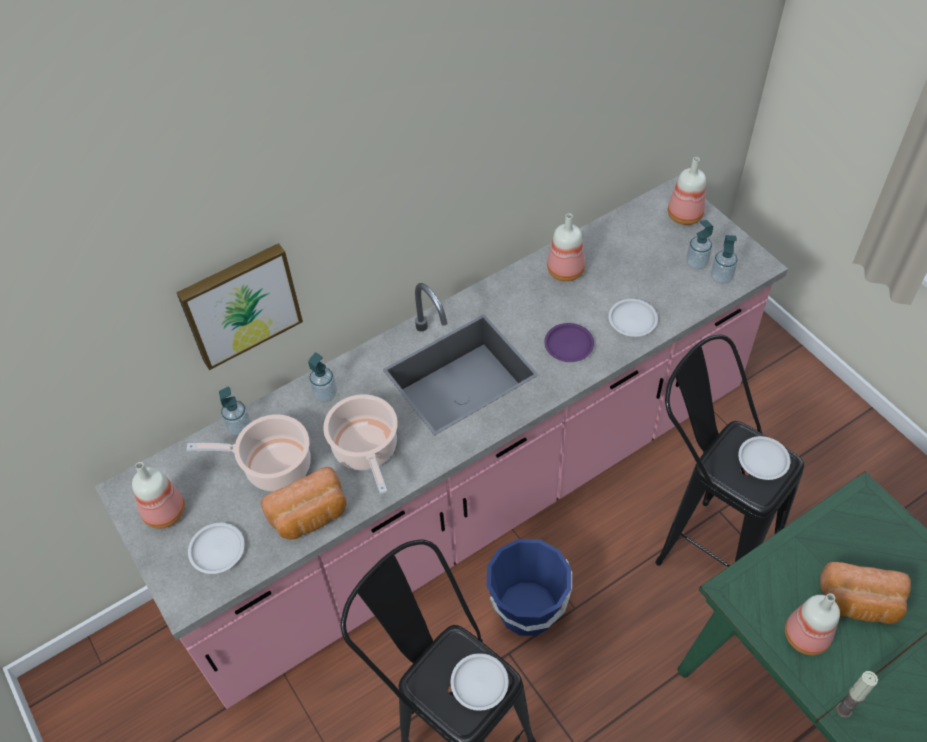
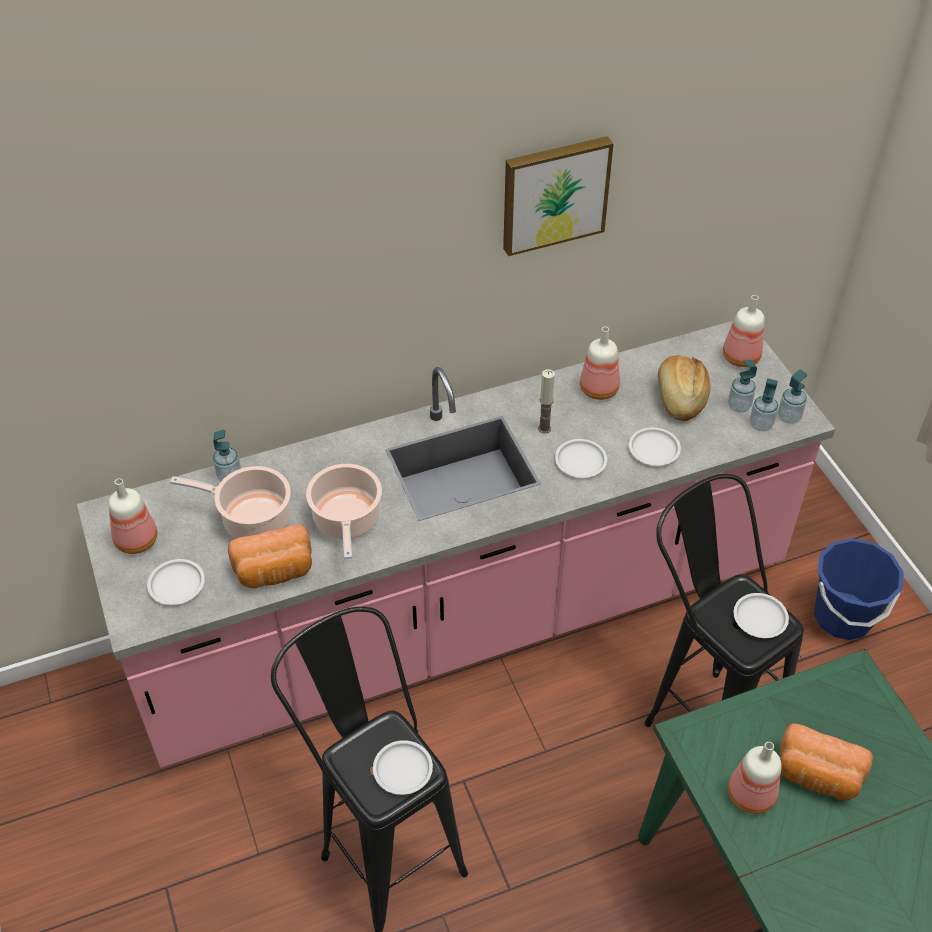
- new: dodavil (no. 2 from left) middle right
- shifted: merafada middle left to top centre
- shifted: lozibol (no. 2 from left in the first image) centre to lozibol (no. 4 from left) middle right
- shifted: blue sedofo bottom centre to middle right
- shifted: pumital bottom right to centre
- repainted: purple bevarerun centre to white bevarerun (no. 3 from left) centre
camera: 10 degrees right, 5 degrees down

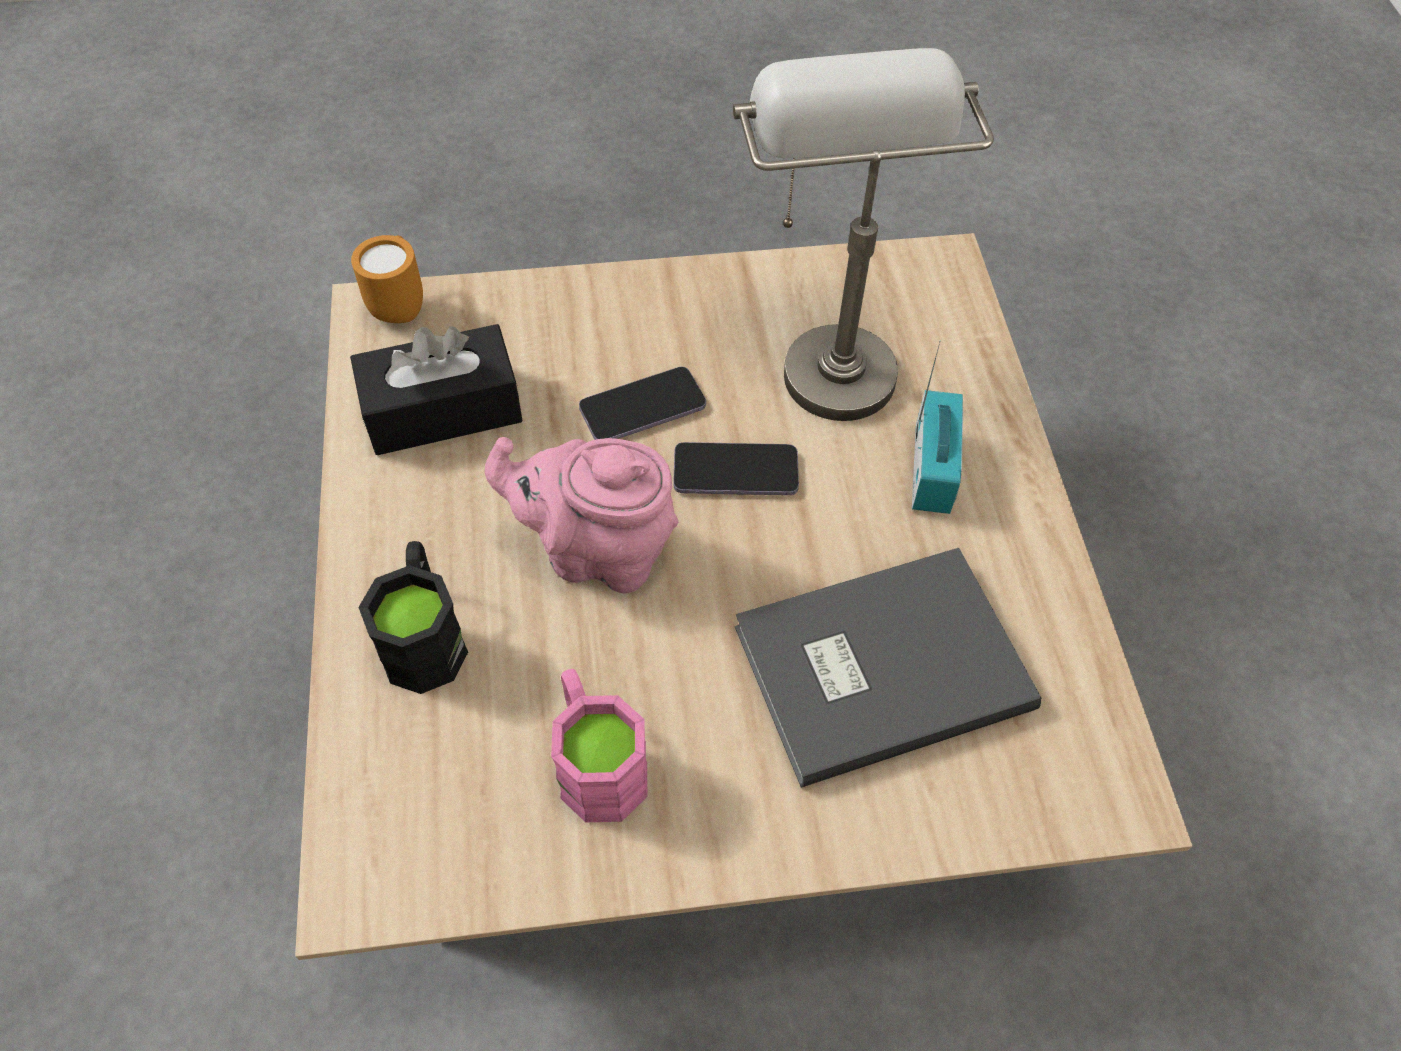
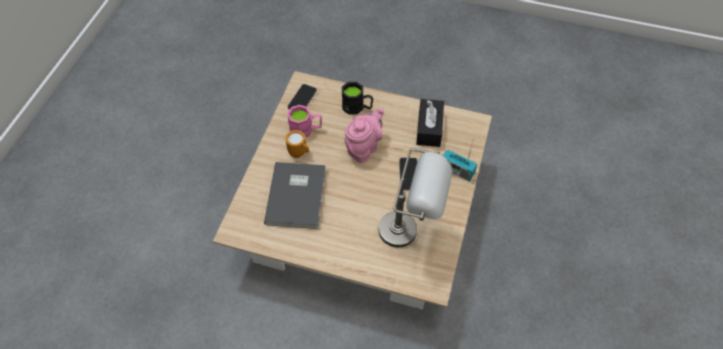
- shifted: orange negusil top left to centre
- shifted: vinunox (no. 2 from left in the first image) centre to vinunox (no. 1 from left) top centre
- shifted: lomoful middle right to centre
camera: 115 degrees right, 0 degrees up

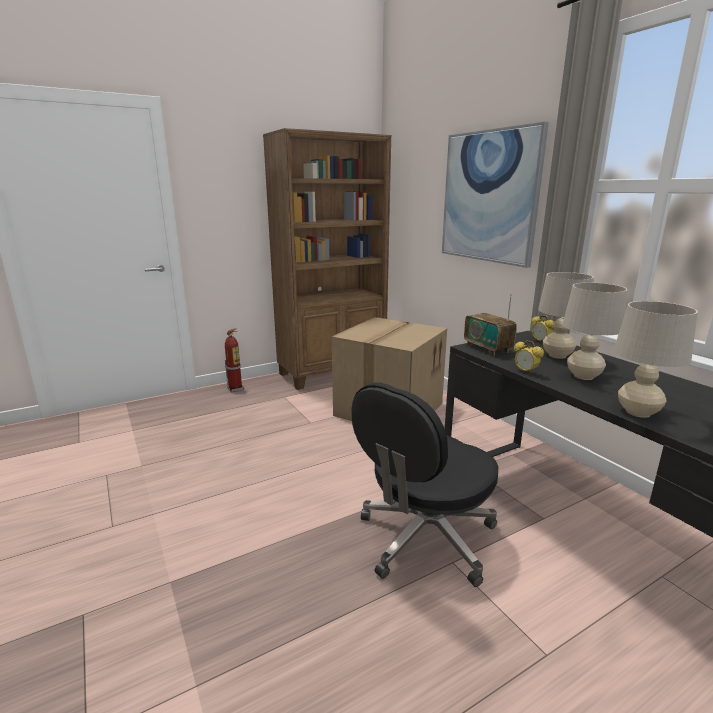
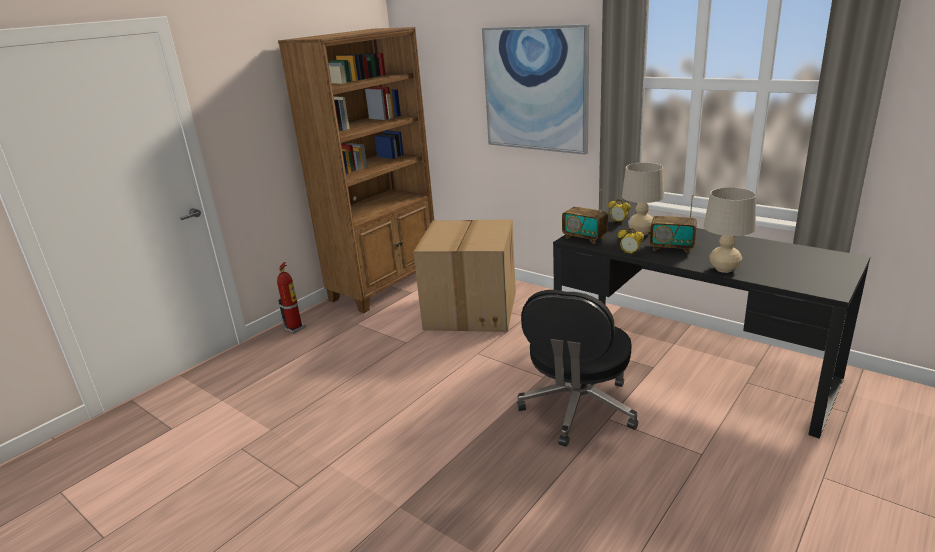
- swapped: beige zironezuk (no. 2 from left) middle right to lomoful (no. 2 from left) middle right
camera: 20 degrees left, 5 degrees up

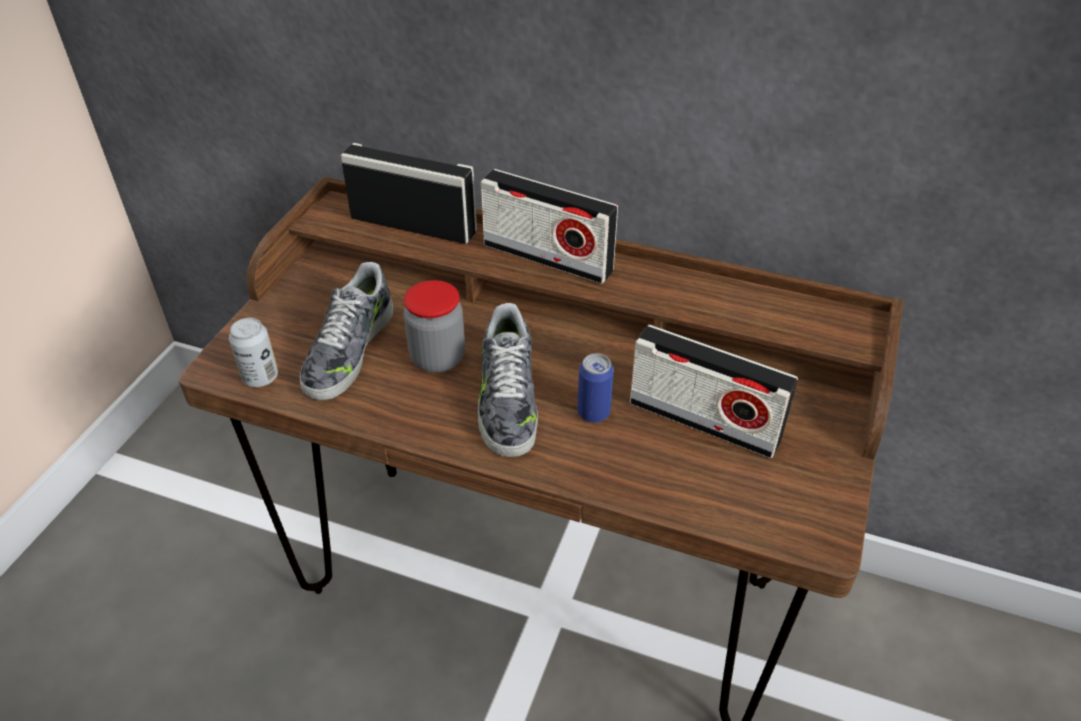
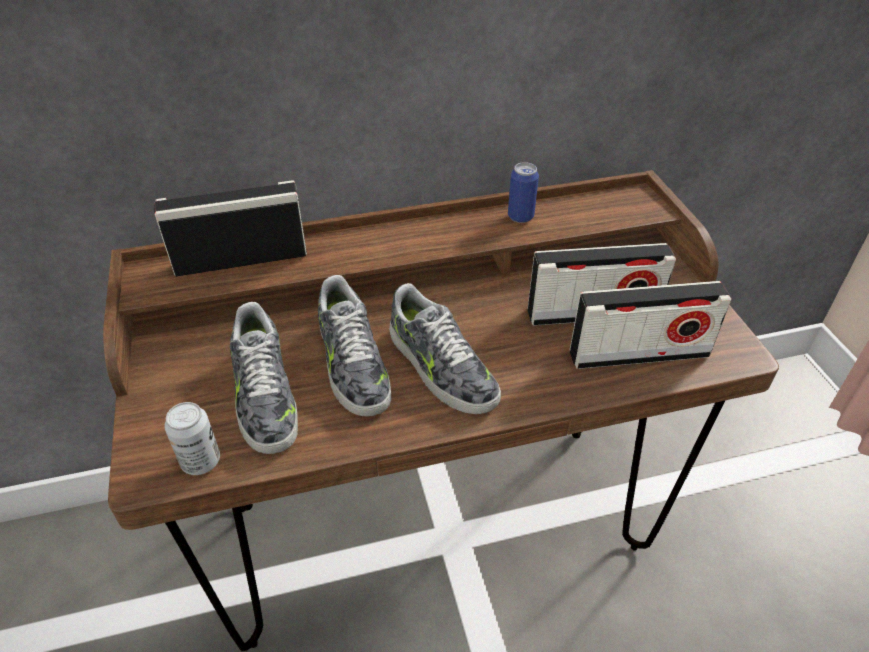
- shifted: lomoful (no. 2 from left in the first image) top centre to lomoful (no. 3 from left) middle right
- shifted: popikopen (no. 2 from left) centre to top centre
- swapped: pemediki centre to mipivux (no. 2 from left) centre
camera: 35 degrees left, 0 degrees up

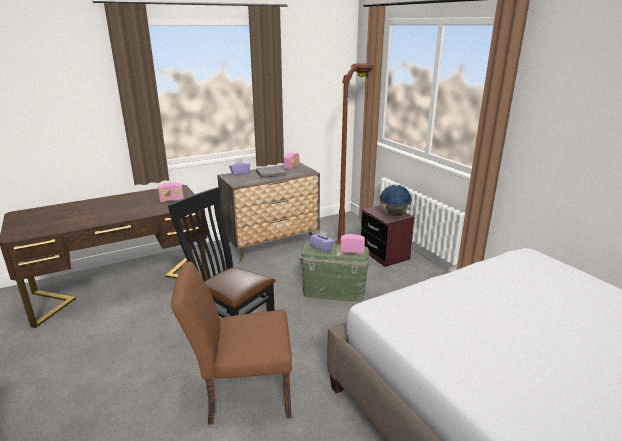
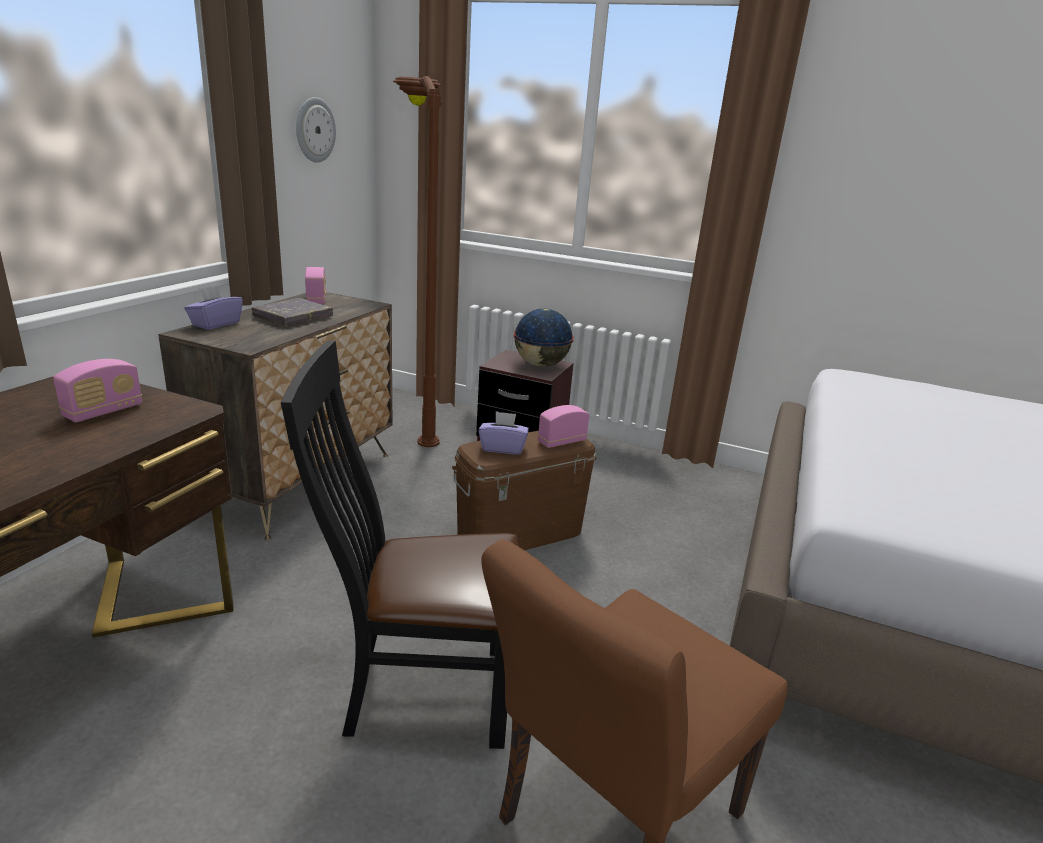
- new: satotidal top left
- repainted: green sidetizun centre to brown sidetizun centre
camera: 40 degrees left, 0 degrees up

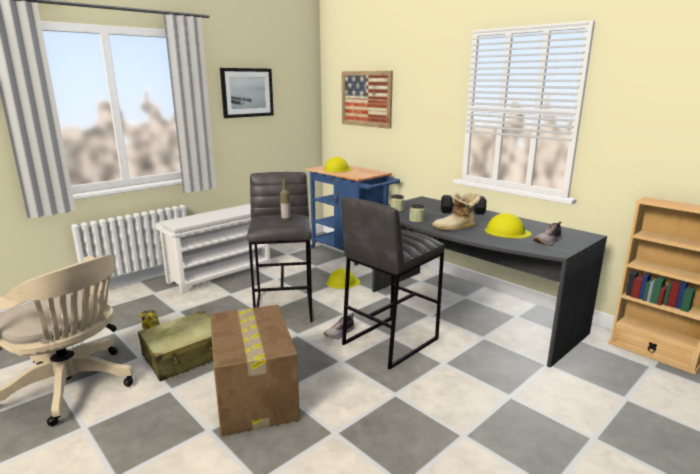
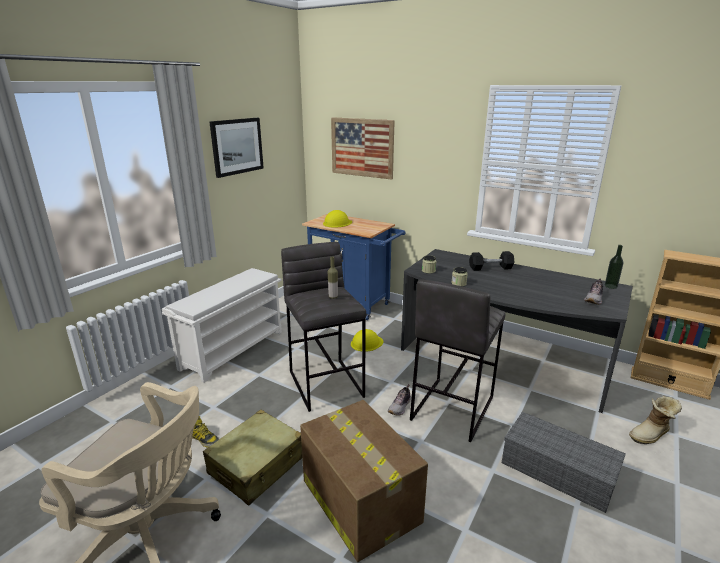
- gone: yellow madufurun (no. 3 from left) middle right
- new: grey sidetizun bottom right
- new: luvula (no. 2 from left) middle right
- shifted: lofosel (no. 2 from left) centre to bottom right
camera: 15 degrees left, 5 degrees up

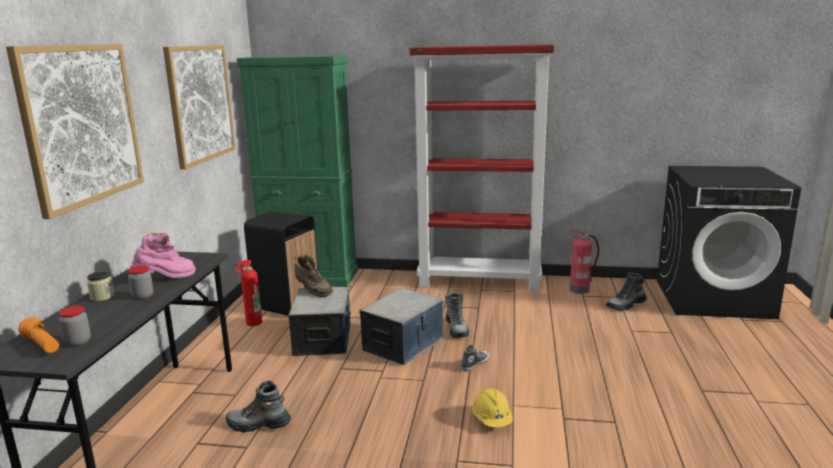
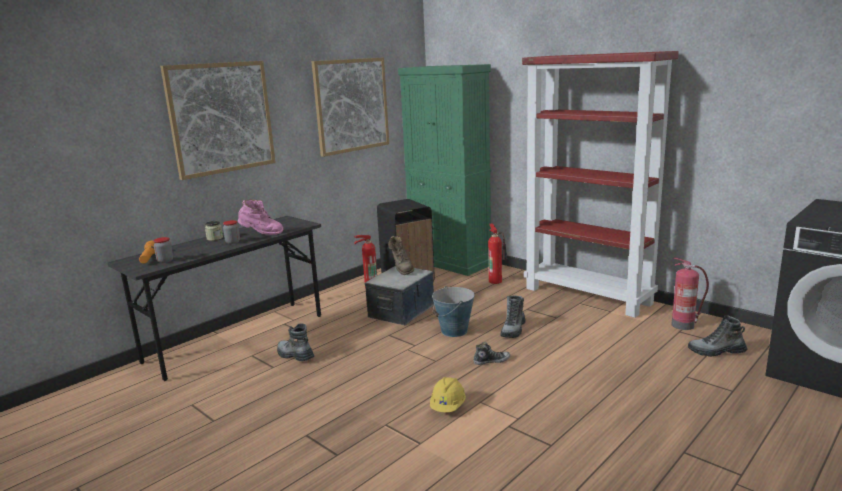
- new: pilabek (no. 2 from left) centre
- swapped: sidetizun (no. 2 from left) bottom centre to sedofo centre
camera: 35 degrees right, 0 degrees up

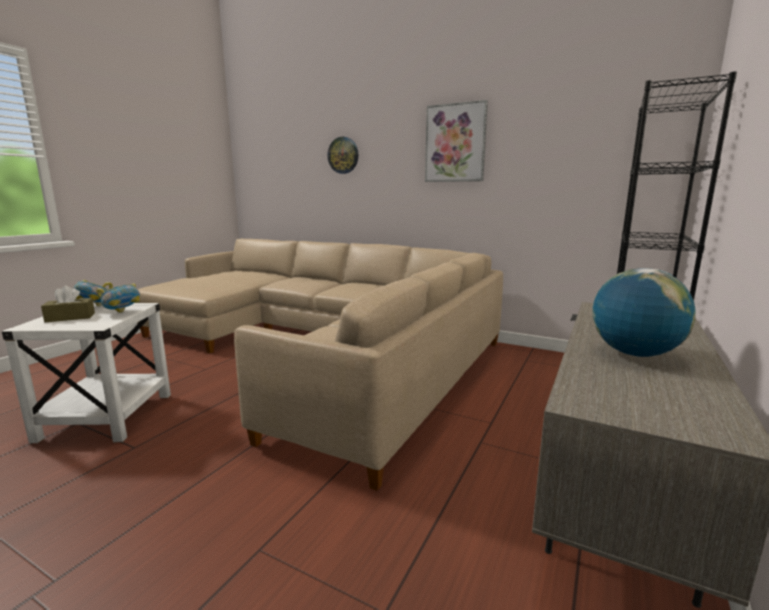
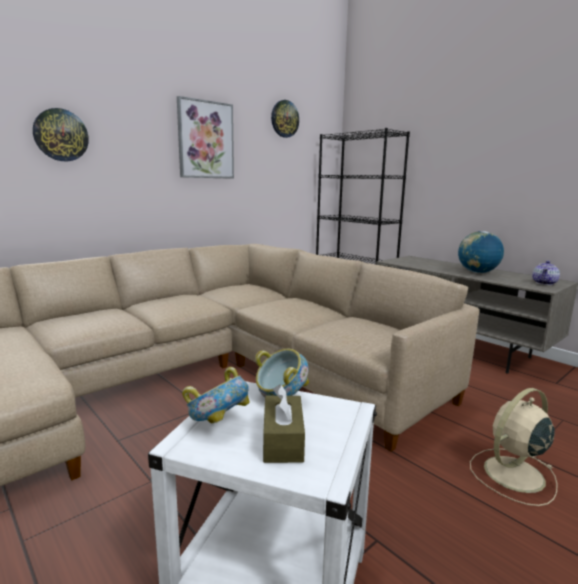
- new: satotidal (no. 2 from left) top centre
- new: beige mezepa bottom right
- new: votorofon middle right
camera: 70 degrees left, 0 degrees up

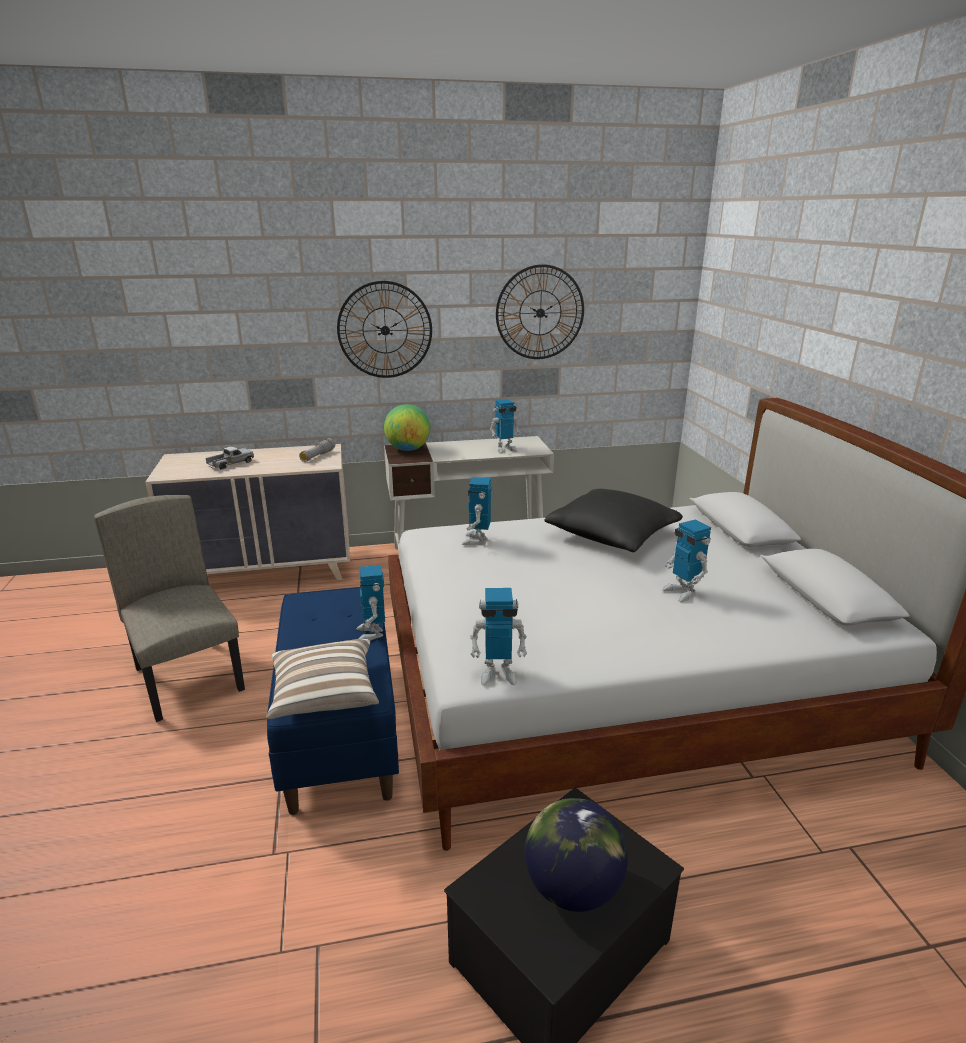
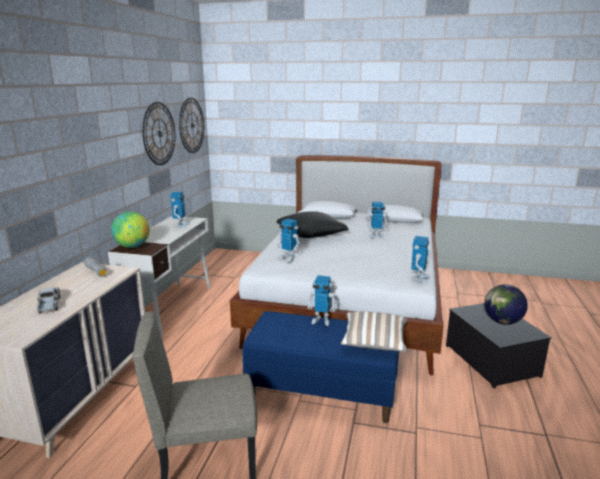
- shifted: satotidal (no. 1 from left in the first image) top centre to satotidal (no. 2 from left) top left
camera: 65 degrees left, 5 degrees down

